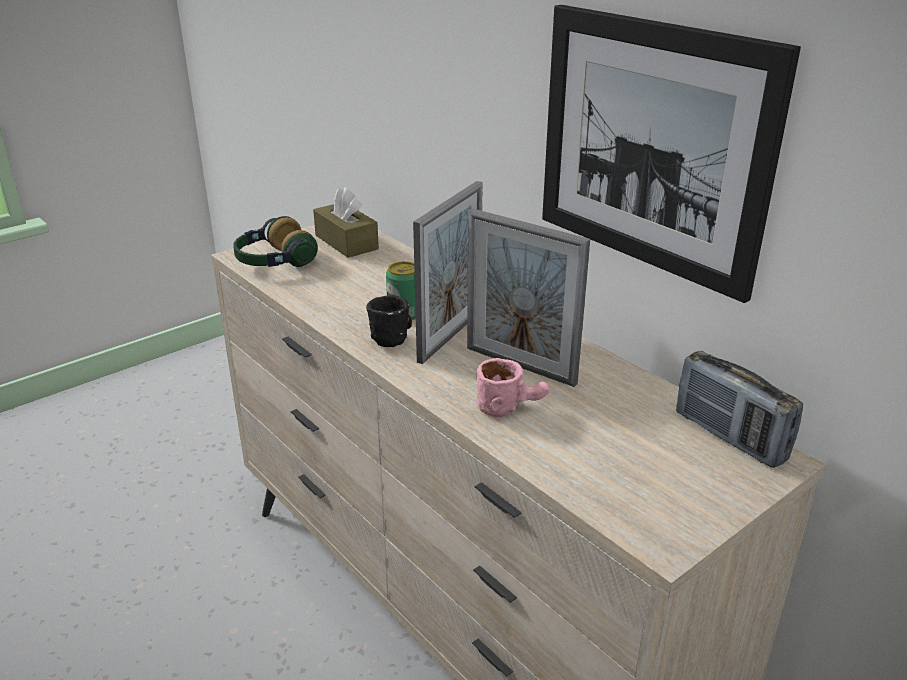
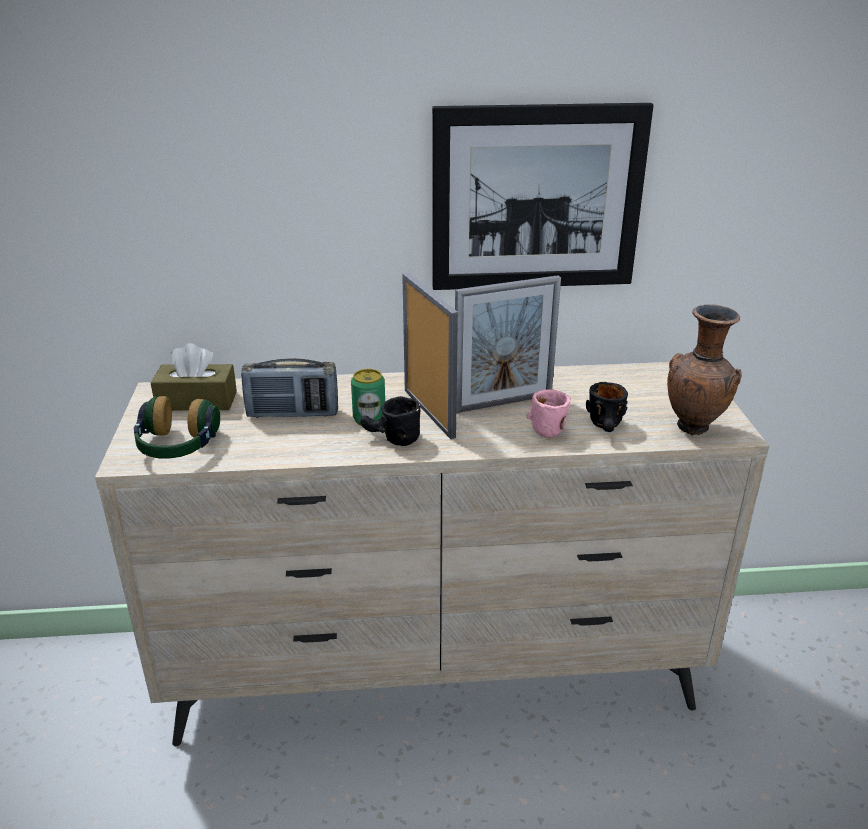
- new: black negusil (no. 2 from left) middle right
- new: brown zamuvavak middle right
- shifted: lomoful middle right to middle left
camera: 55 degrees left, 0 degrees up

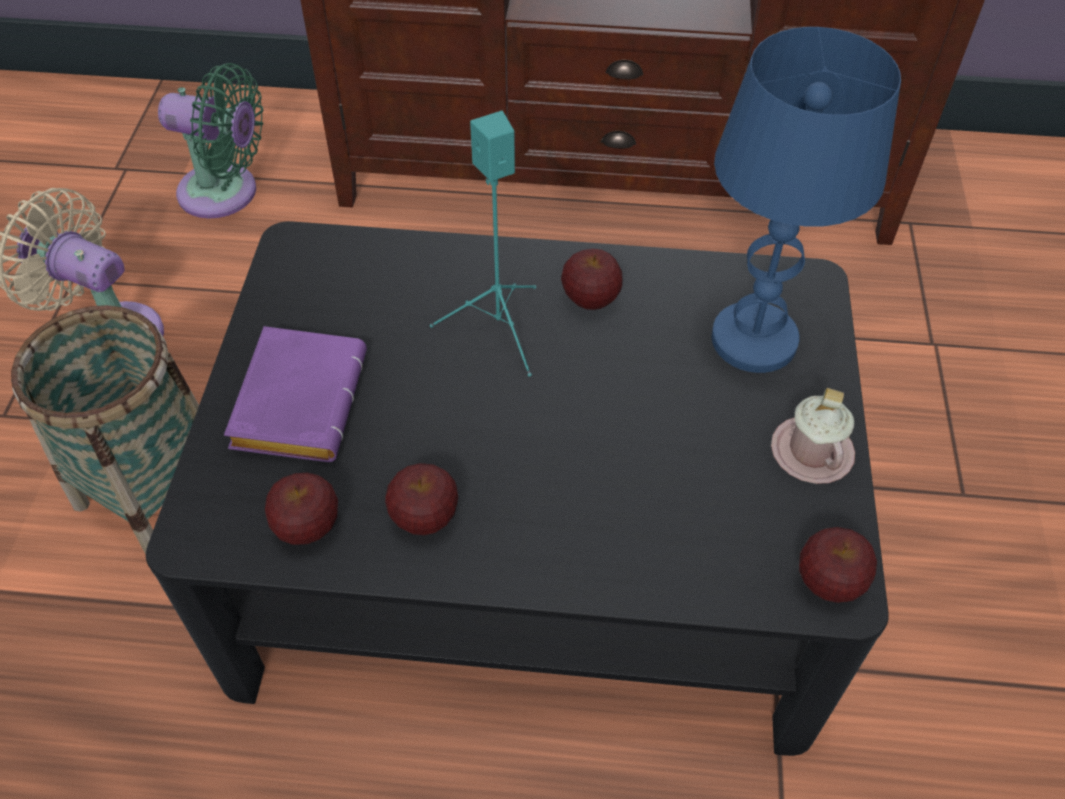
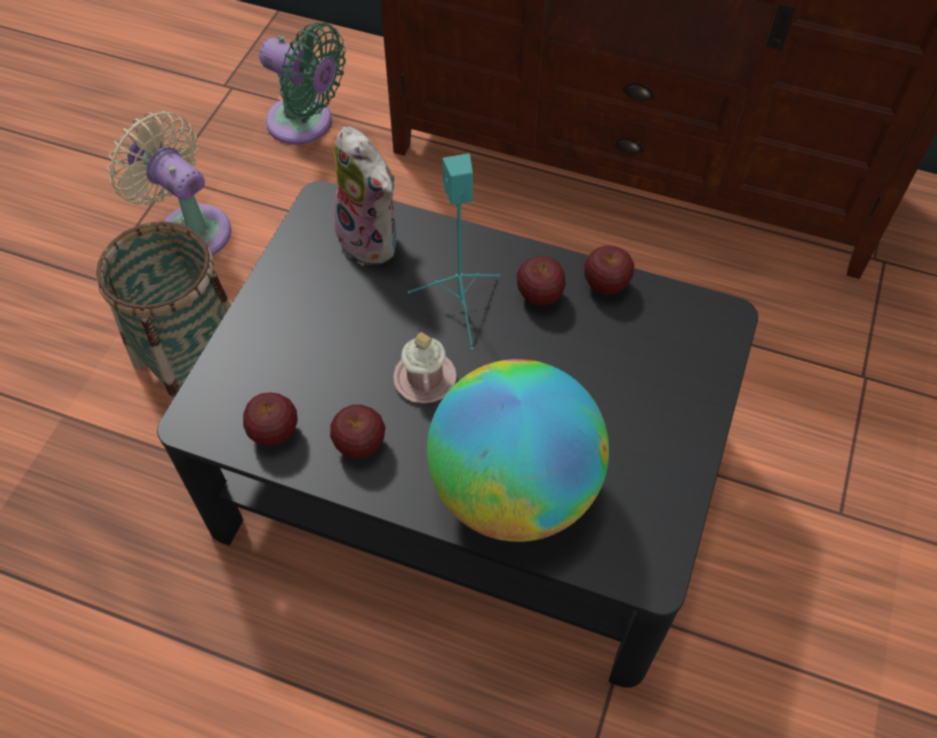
- gone: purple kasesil middle left
- gone: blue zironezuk top right
- new: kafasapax top centre
- new: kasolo centre
- shifted: pink negusil middle right to centre
- shifted: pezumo (no. 4 from left) bottom right to centre
camera: 15 degrees right, 5 degrees up

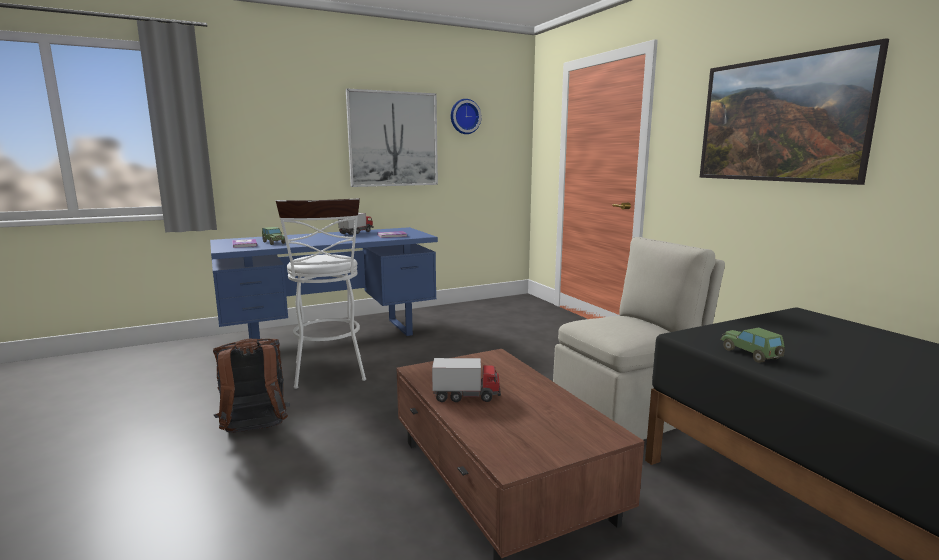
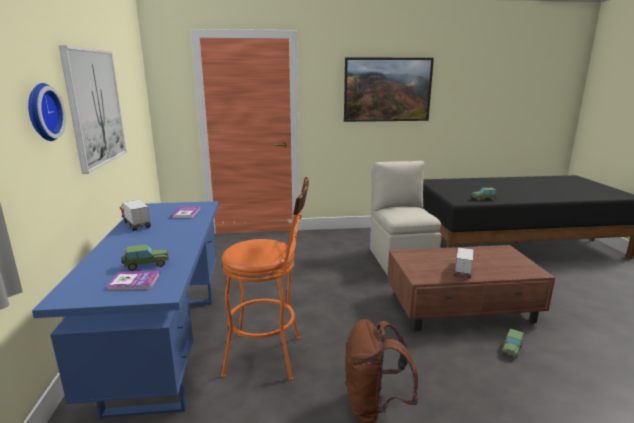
- new: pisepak (no. 3 from left) bottom right
- shifted: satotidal top centre to top left
- repainted: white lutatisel centre to orange lutatisel centre
camera: 70 degrees left, 5 degrees up

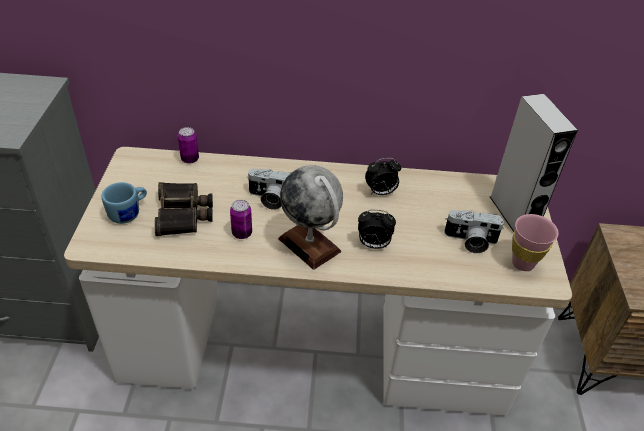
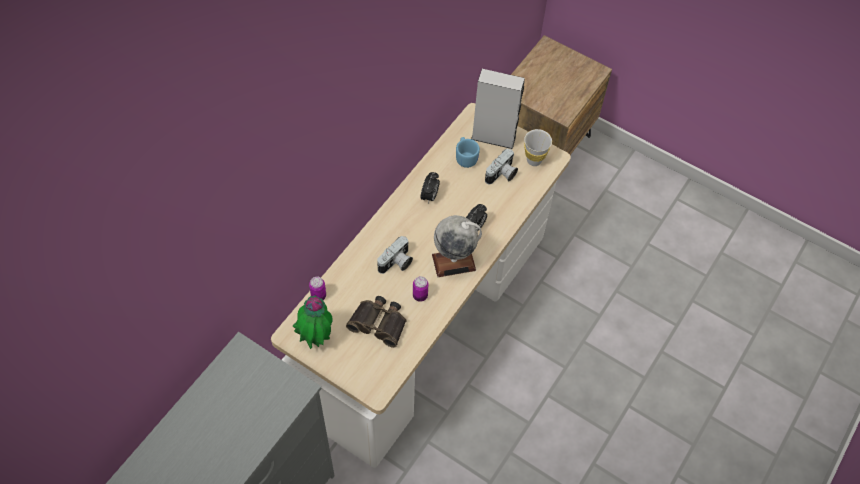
- new: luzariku centre
- shifted: blue negusil middle left to top centre
- repainted: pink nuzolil middle right to white nuzolil top centre
camera: 60 degrees left, 15 degrees up

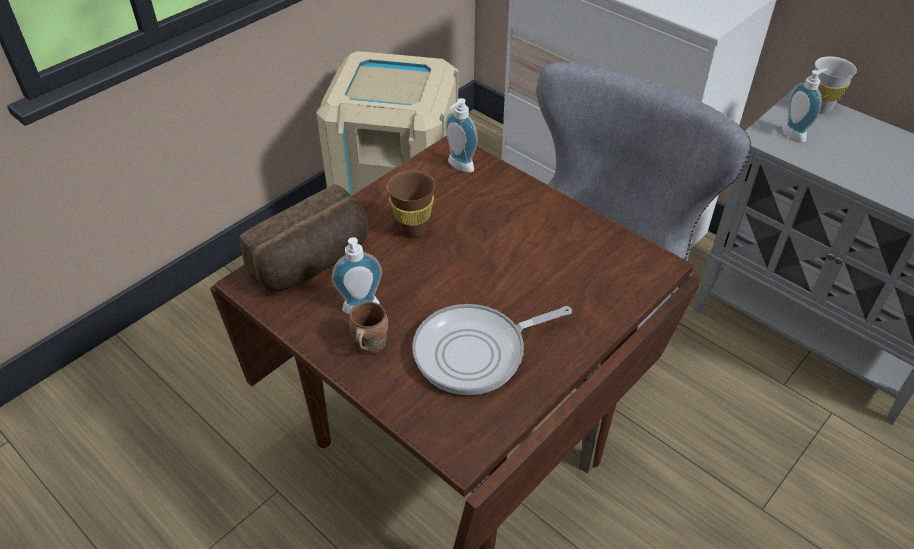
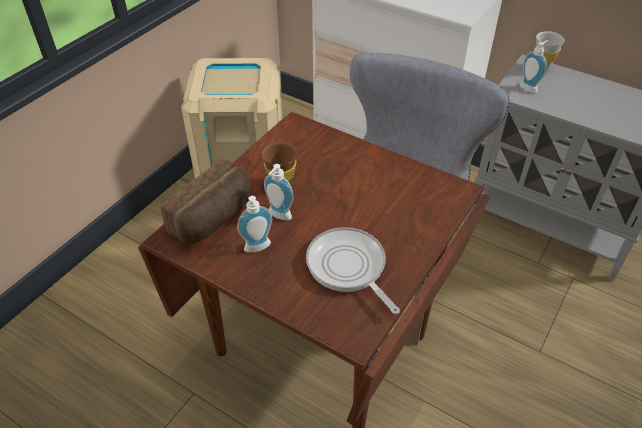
- gone: brown negusil centre
- shifted: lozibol (no. 2 from left) top centre to centre
- rotated: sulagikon centre = centre 90 degrees clockwise
camera: 10 degrees left, 0 degrees up

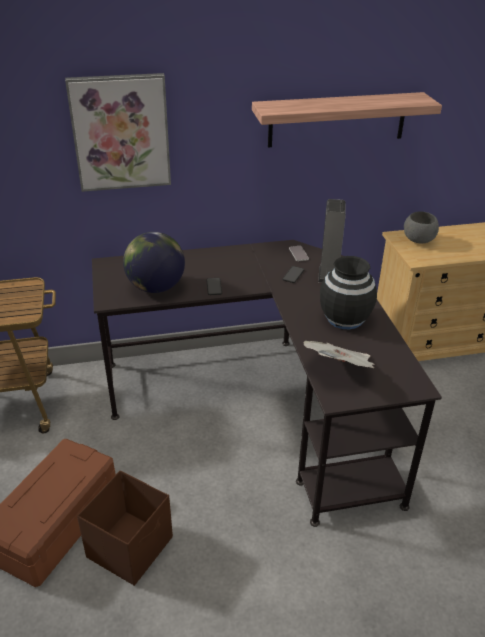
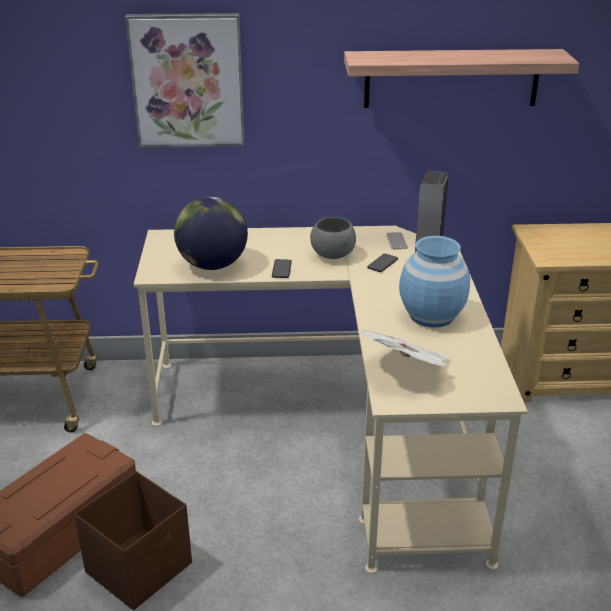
- shifted: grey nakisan middle right to centre
- repainted: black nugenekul centre to beige nugenekul centre
- repainted: black zamuvavak middle right to blue zamuvavak middle right
camera: 10 degrees right, 5 degrees down

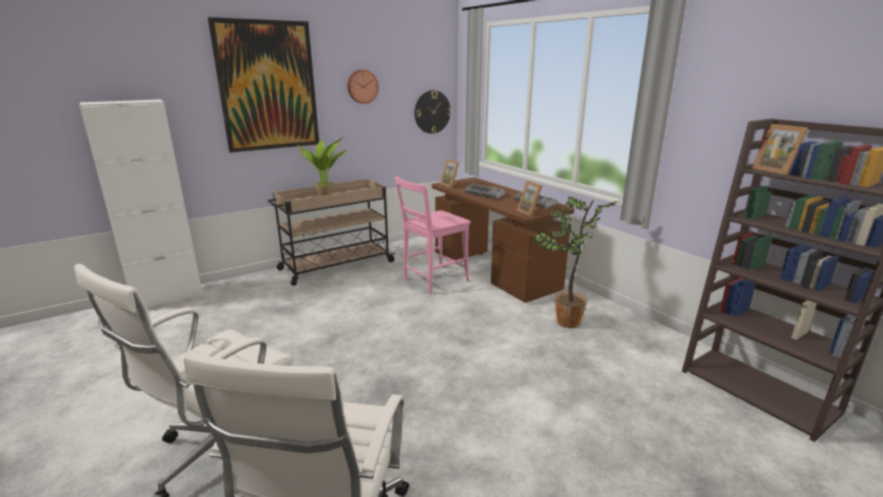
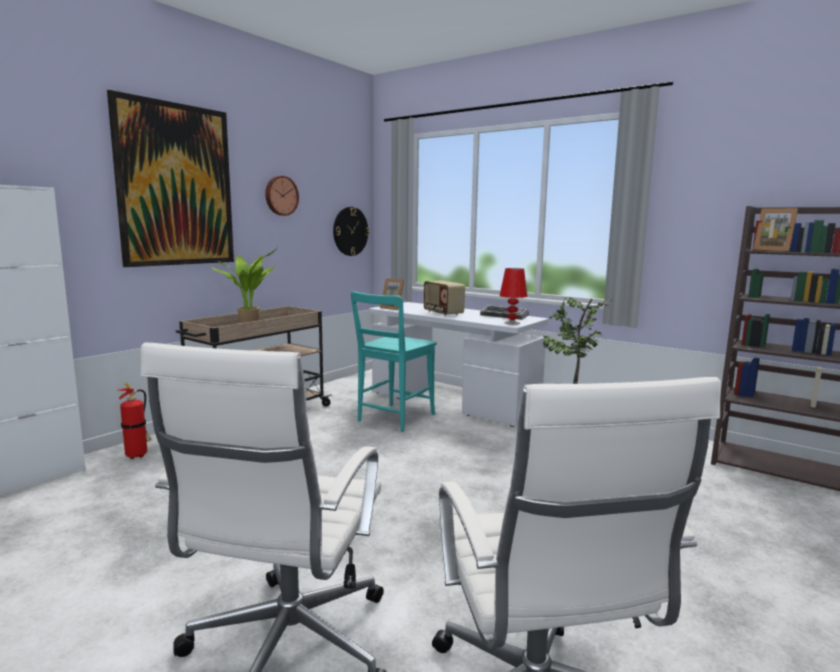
- new: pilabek middle left
- swapped: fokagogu (no. 1 from left) centre to lomoful centre
- swapped: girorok (no. 2 from left) centre to red zironezuk centre
- repainted: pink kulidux centre to turquoise kulidux centre
- repainted: brown nugenekul centre to white nugenekul centre
camera: 20 degrees left, 10 degrees down

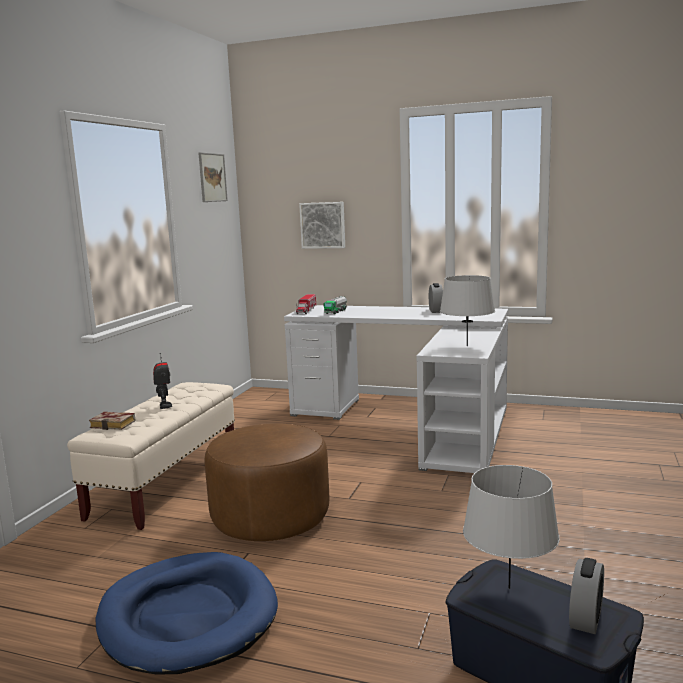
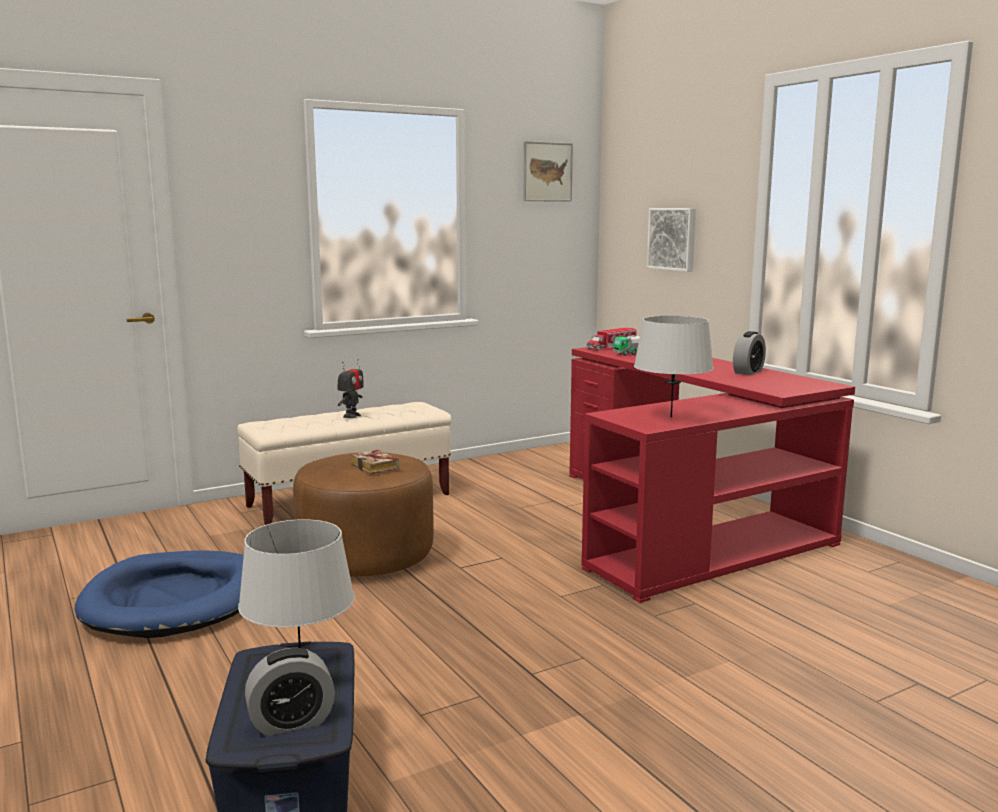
- shifted: kasesil middle left to centre
- repainted: white nugenekul centre to red nugenekul middle right
camera: 40 degrees right, 0 degrees up

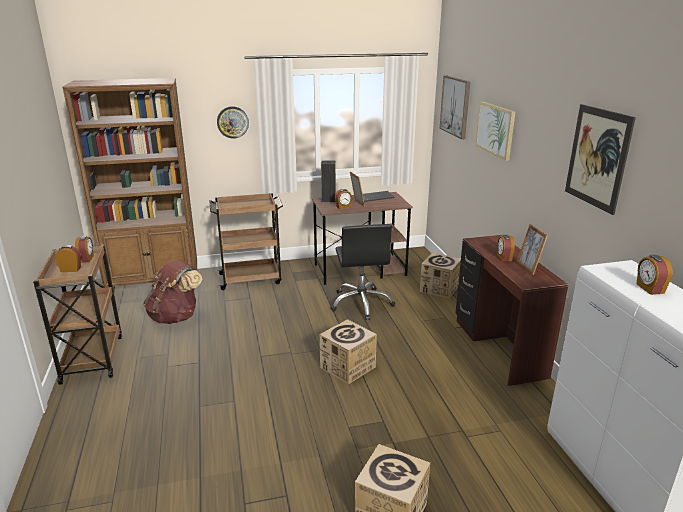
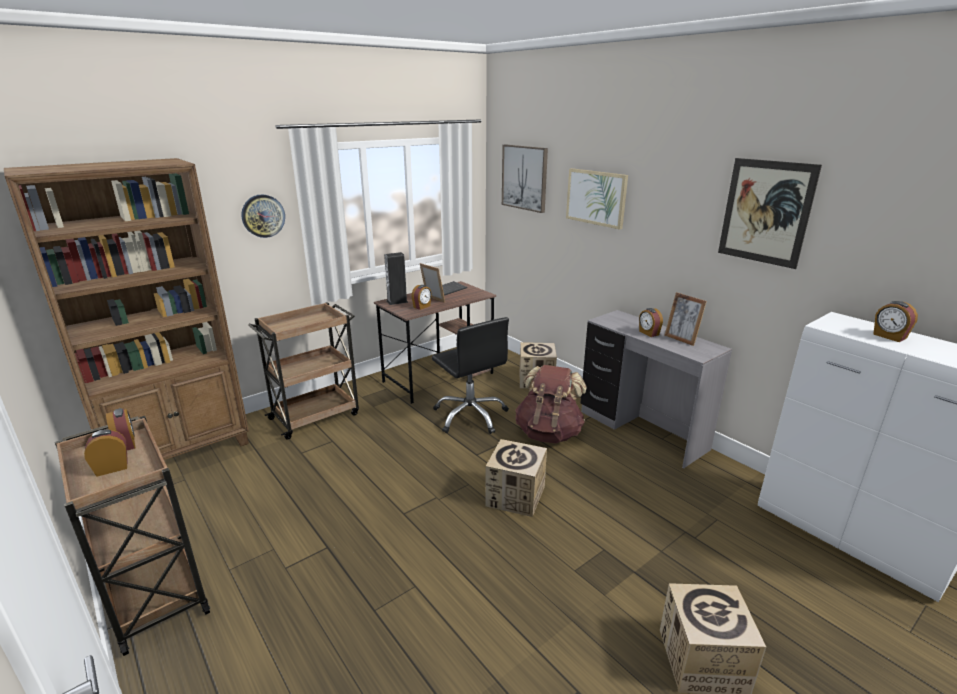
- shifted: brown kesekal middle left to centre
- repainted: brown nugenekul (no. 2 from left) middle right to grey nugenekul middle right
camera: 25 degrees left, 0 degrees up

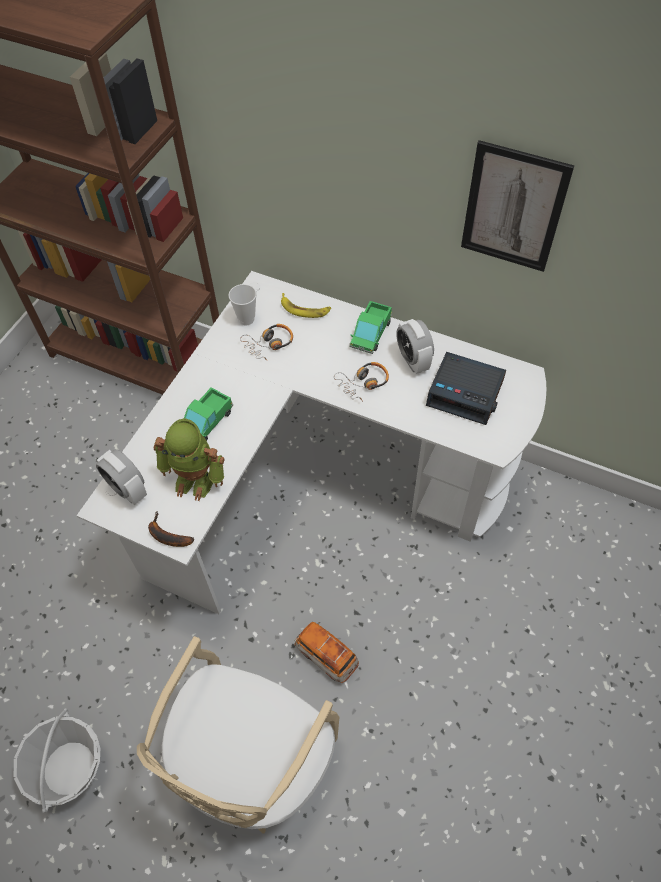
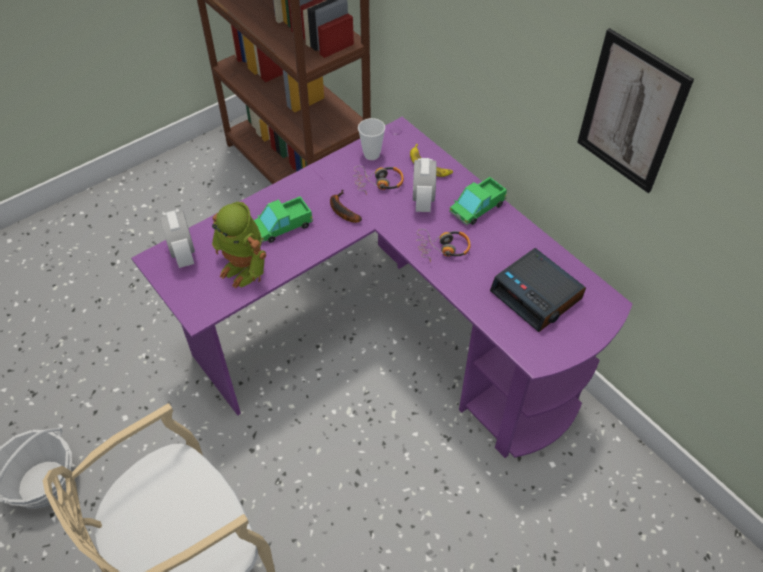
- gone: pisepak bottom centre
- shifted: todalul (no. 1 from left) middle left to centre
- shifted: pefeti (no. 2 from left) centre to top centre
- repainted: white nugenekul centre to purple nugenekul centre
camera: 25 degrees right, 5 degrees down

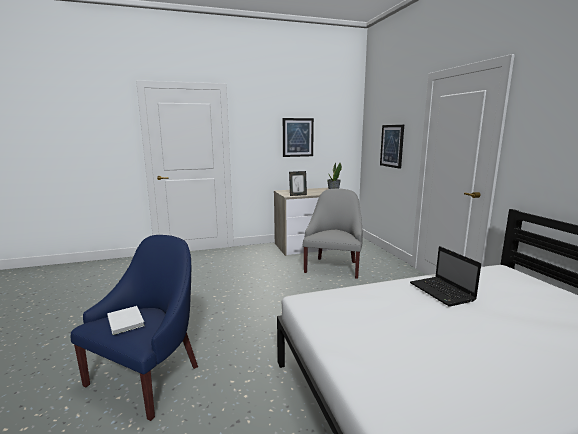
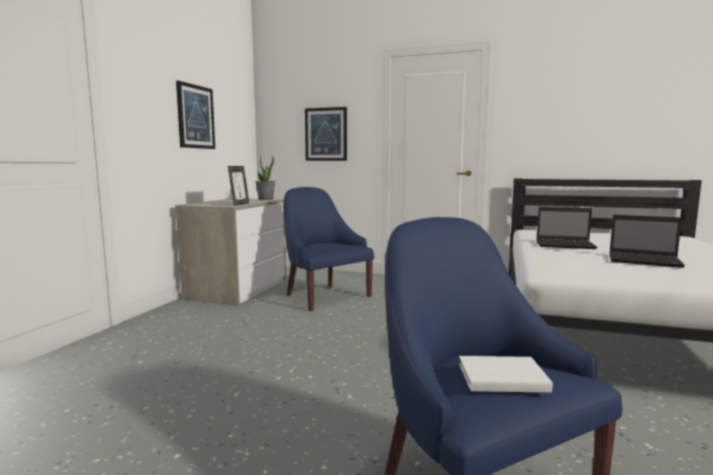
- new: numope (no. 2 from left) middle right
- repainted: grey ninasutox centre to blue ninasutox (no. 1 from left) centre
camera: 55 degrees left, 5 degrees down

